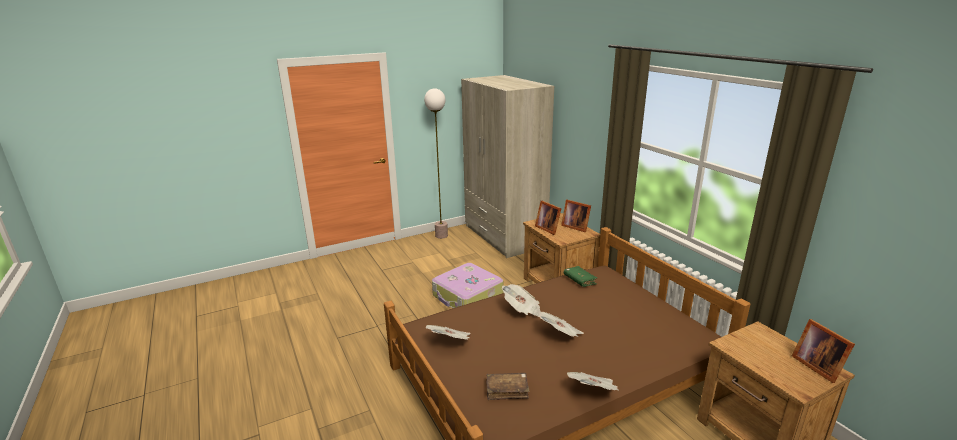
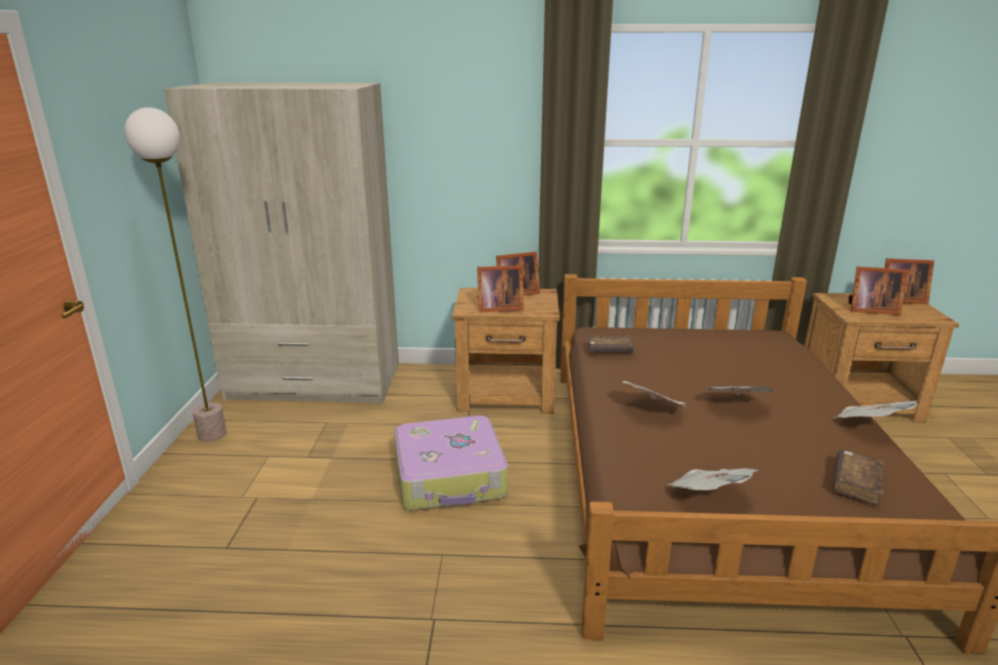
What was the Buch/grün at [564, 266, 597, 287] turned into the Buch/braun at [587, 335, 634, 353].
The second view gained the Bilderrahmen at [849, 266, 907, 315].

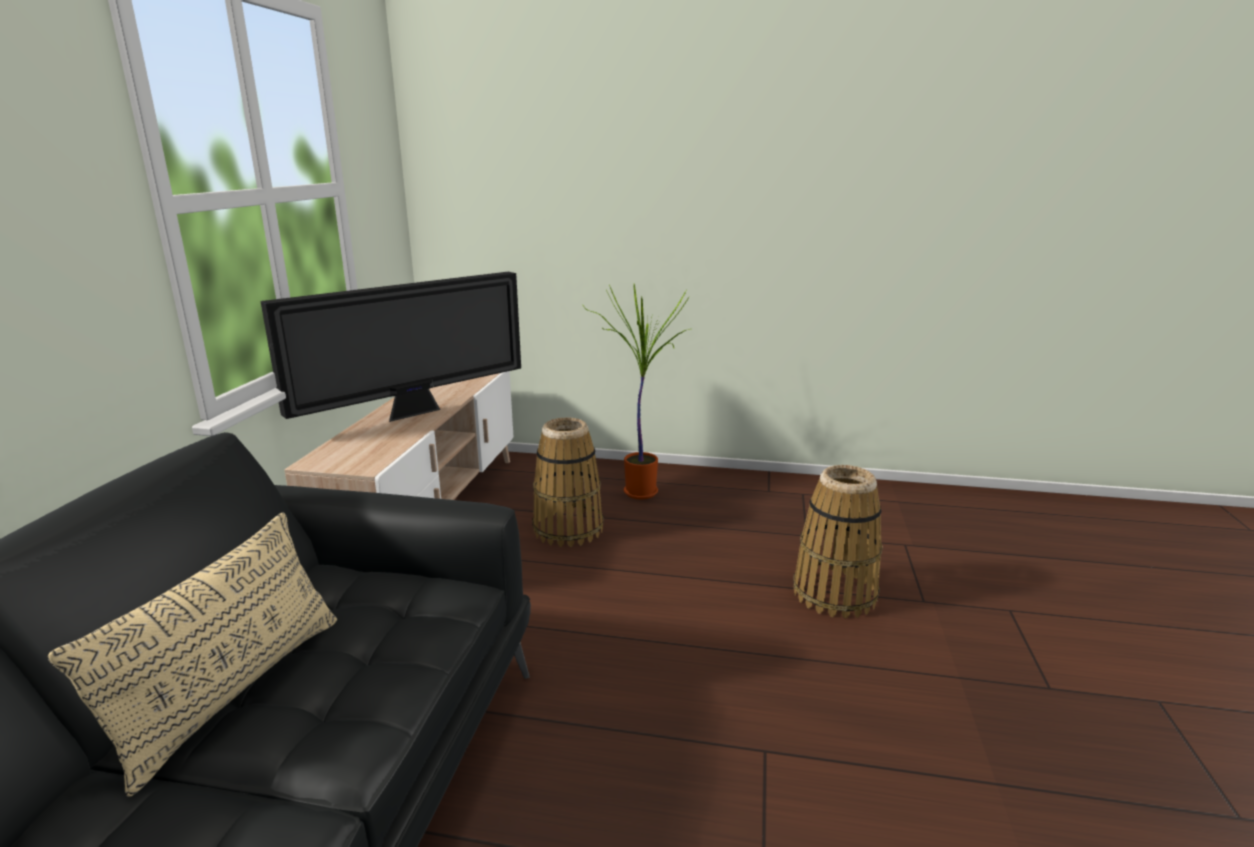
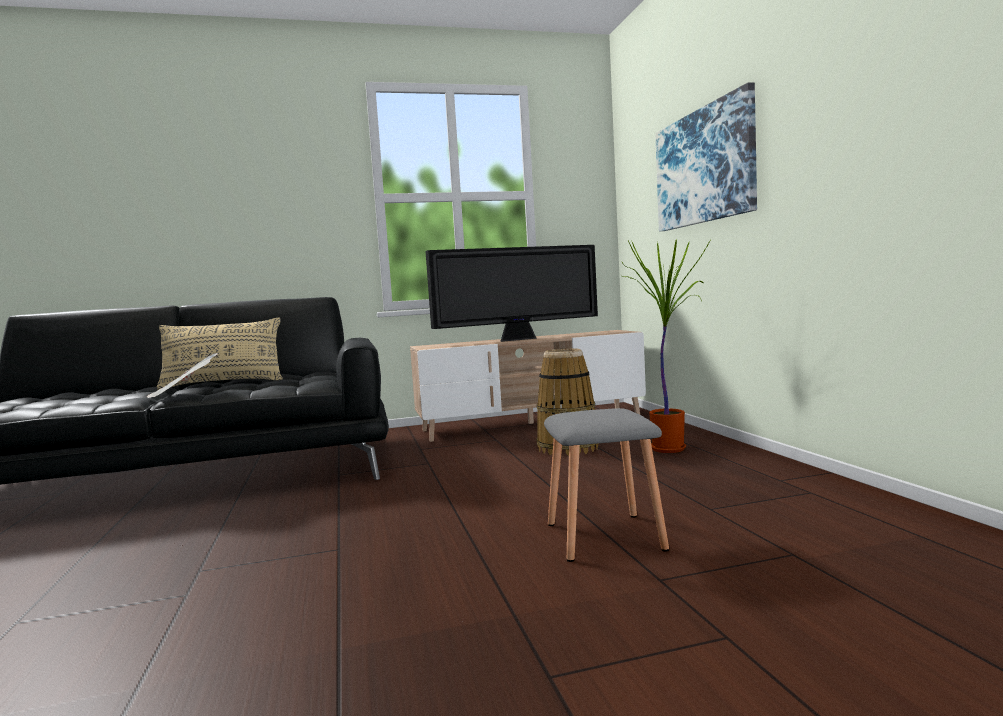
The second view gained the Zeitung at [147, 353, 218, 398].
The Fernseher at [260, 272, 521, 422] ended up facing another way, 45 degrees counterclockwise from before.
Where the Korb stood at [793, 465, 883, 619], the Hocker/grau came to stand at [544, 408, 669, 562].
The second view gained the Bild at [655, 82, 757, 231].

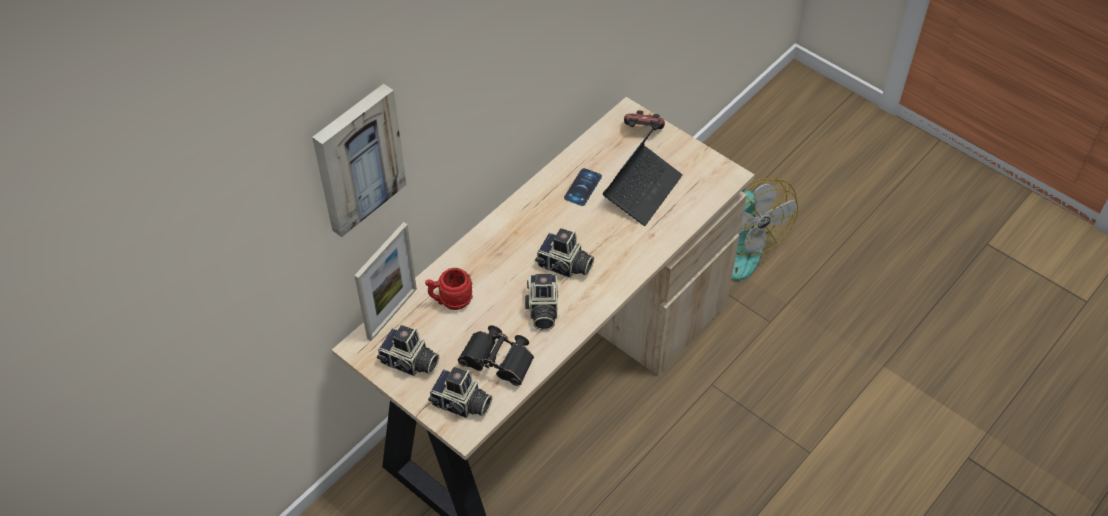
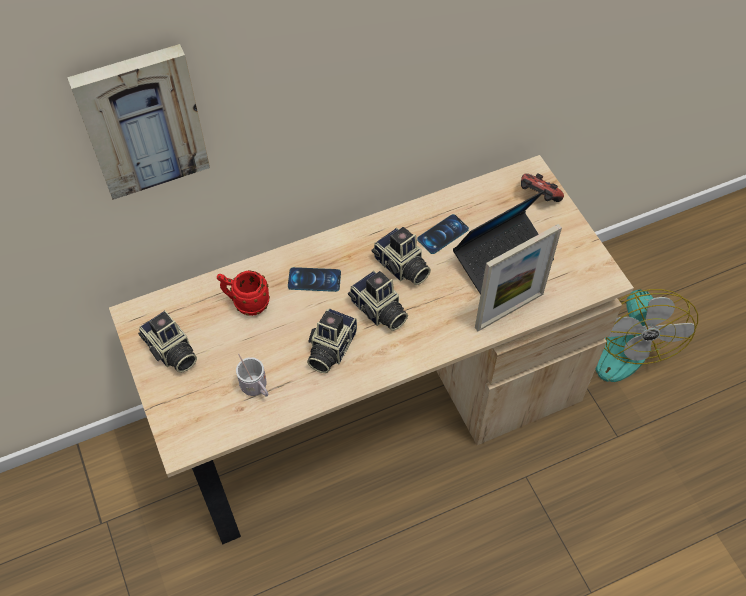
Where the Fernglas/schwarz stood at [458, 325, 534, 386], the Henkelbecher/weiß came to stand at [236, 354, 268, 397].
The second view gained the Handy at [288, 267, 341, 292].
The Kamera ended up elsewhere, having gone from [428, 367, 492, 418] to [371, 227, 431, 285].
The Bilderrahmen ended up elsewhere, having gone from [354, 222, 417, 341] to [475, 224, 562, 331].

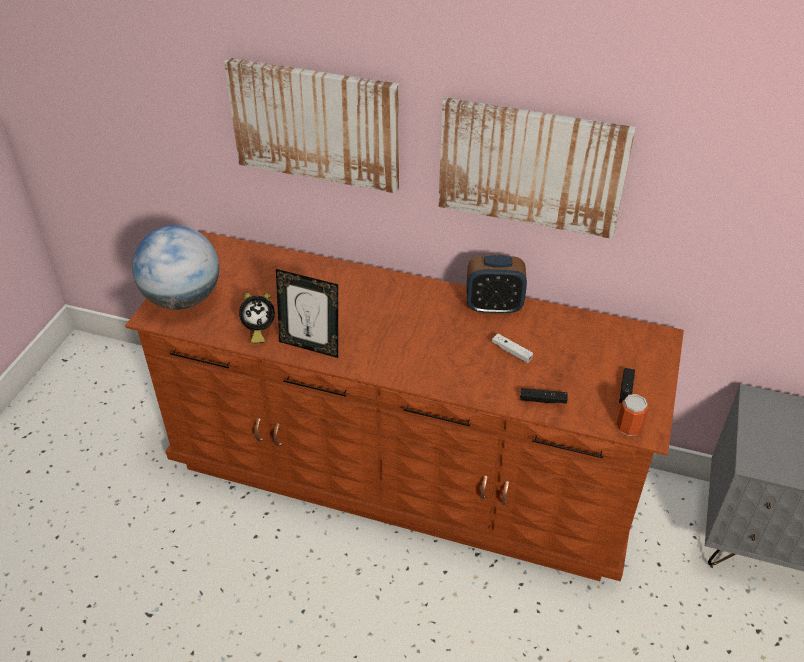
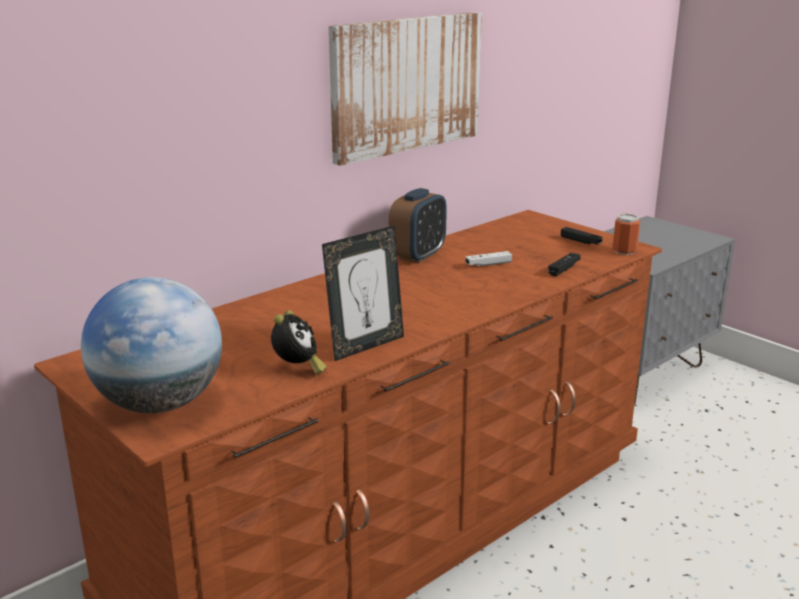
The second view lost the Bild at [224, 58, 399, 193].

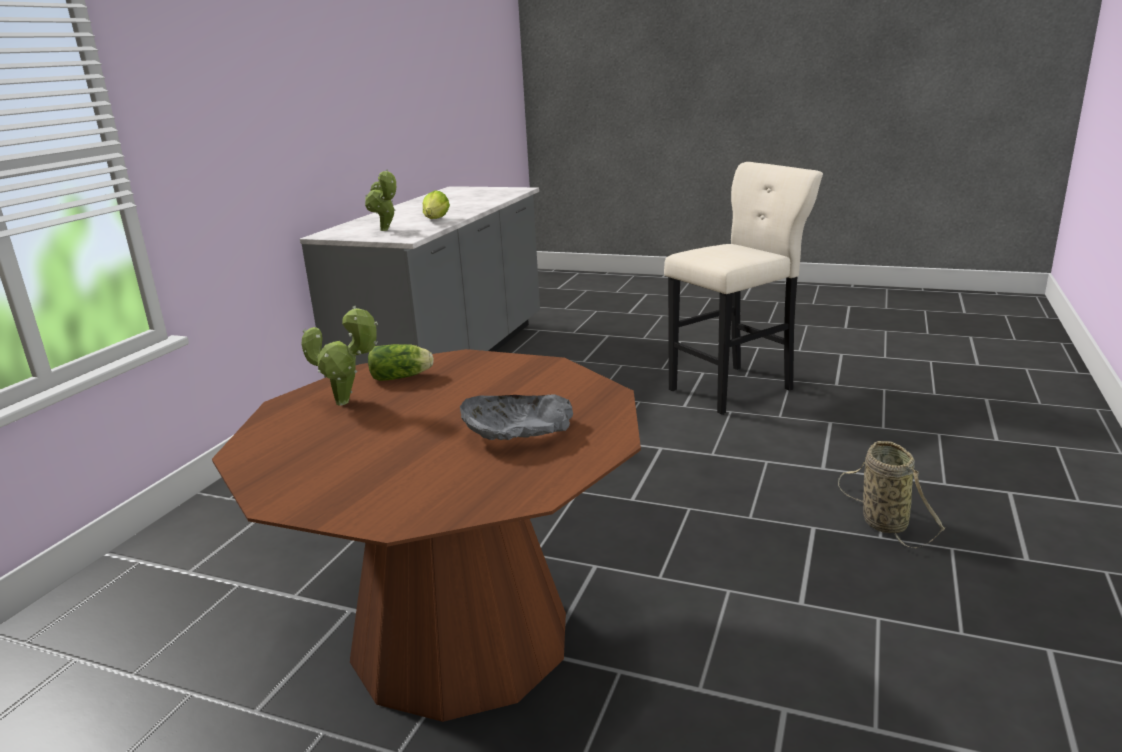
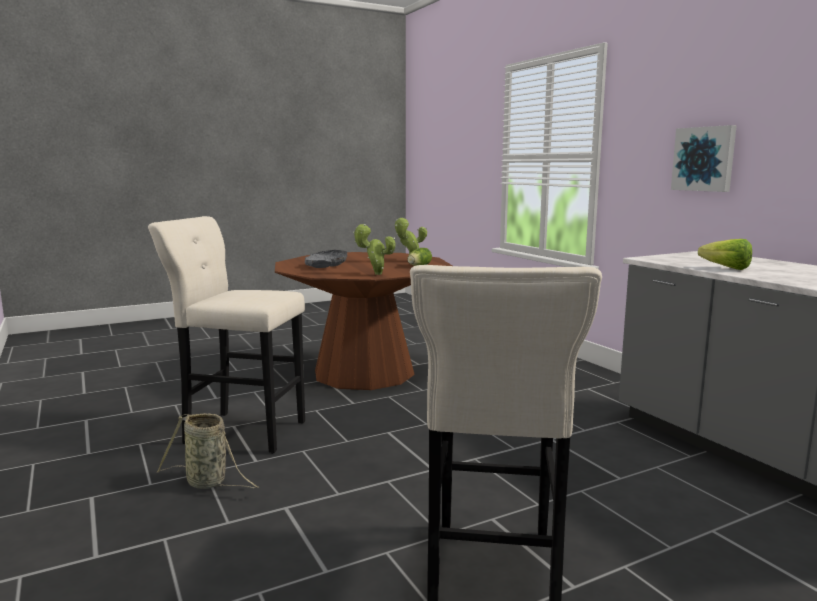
The second view gained the Hocker/beige at [148, 216, 305, 454].
The Topfpflanze ended up elsewhere, having gone from [365, 170, 396, 231] to [353, 224, 396, 275].
The second view gained the Bild at [671, 125, 737, 192].

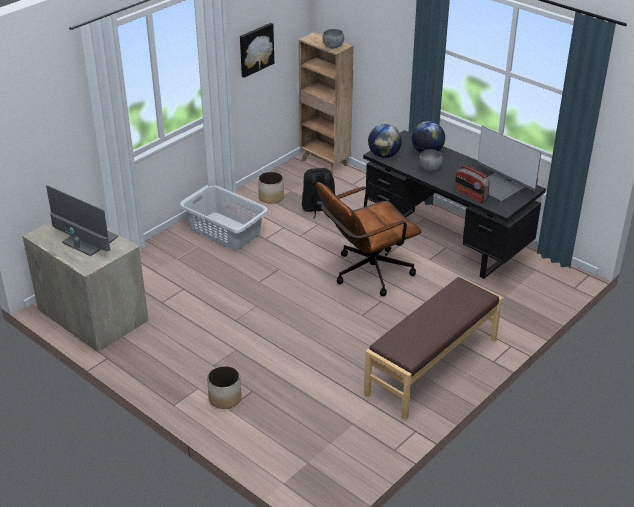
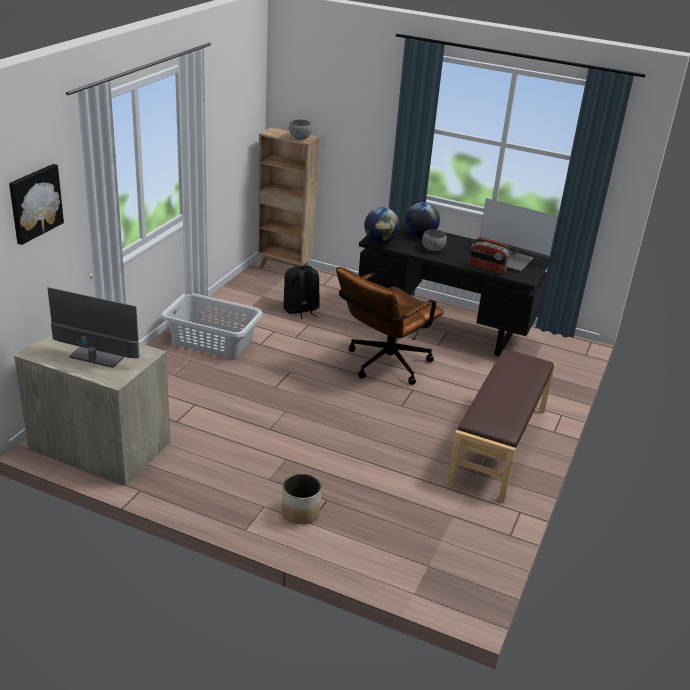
The Bild ended up elsewhere, having gone from [240, 23, 274, 78] to [9, 164, 64, 245].
The second view lost the Pflanzkübel at [258, 172, 284, 204].

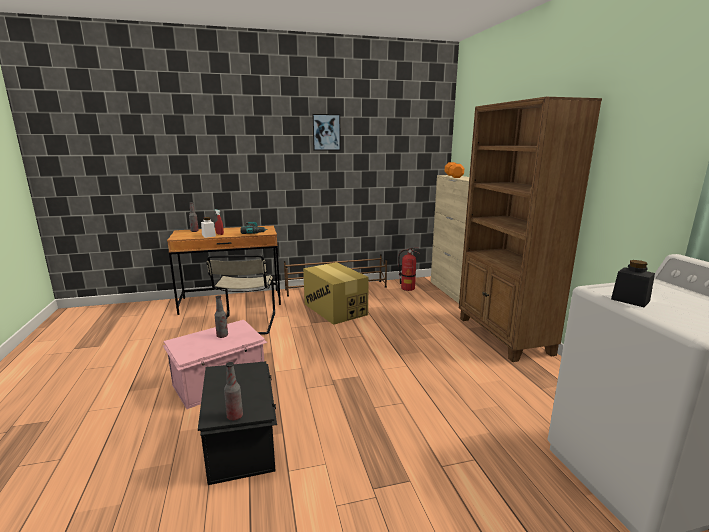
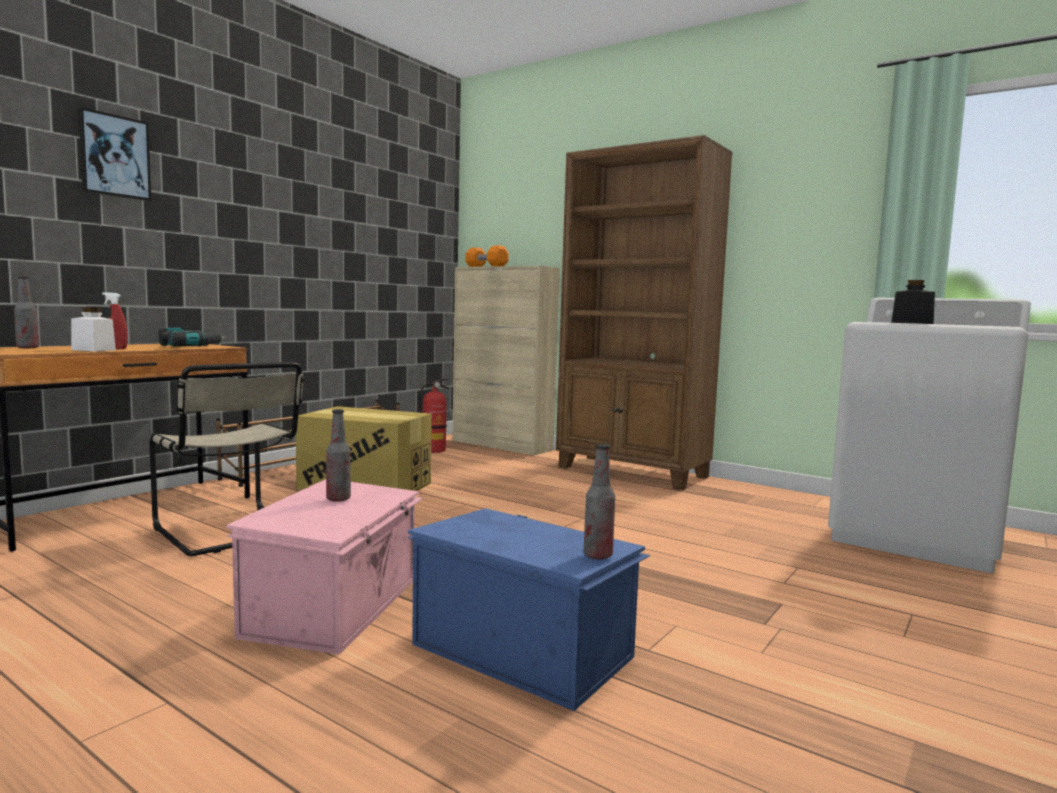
The Bild ended up elsewhere, having gone from [312, 114, 341, 151] to [78, 107, 151, 201].
What was the Aufbewahrungsbox/schwarz at [198, 361, 277, 485] turned into the Aufbewahrungsbox/blau at [408, 508, 650, 711].

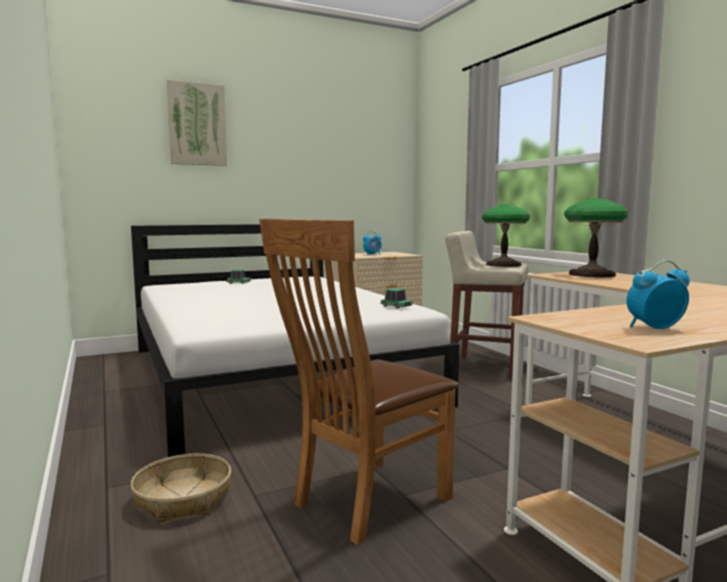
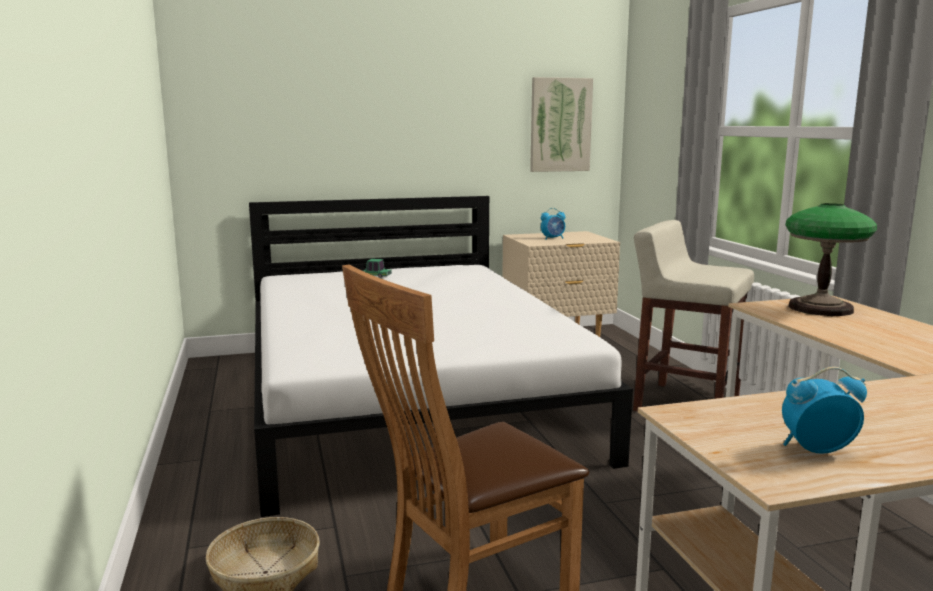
The Bild ended up elsewhere, having gone from [167, 80, 227, 166] to [530, 77, 593, 172].
The second view lost the Spielzeugauto at [381, 288, 412, 308].
The second view lost the Tischlampe at [482, 204, 530, 267].

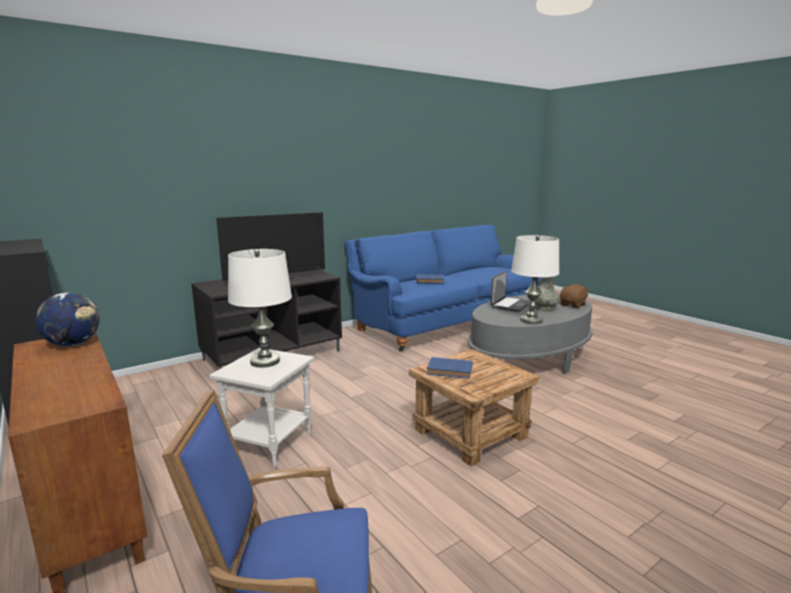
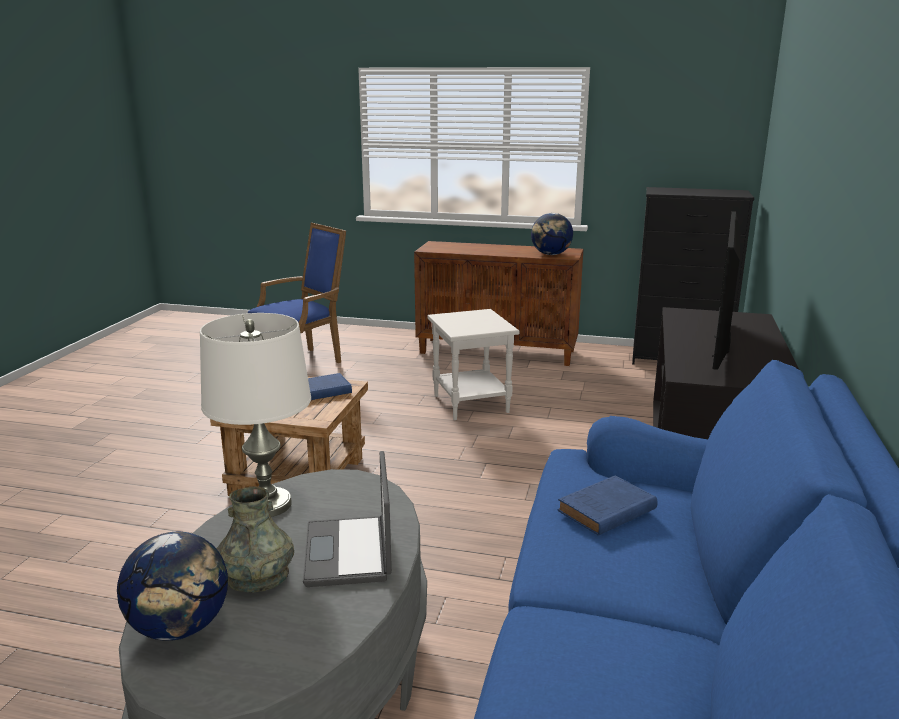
Where the Plüschtier/braun stood at [560, 284, 590, 308], the Globus came to stand at [117, 532, 228, 641].
The second view lost the Tischlampe/weiß at [228, 249, 292, 368].

